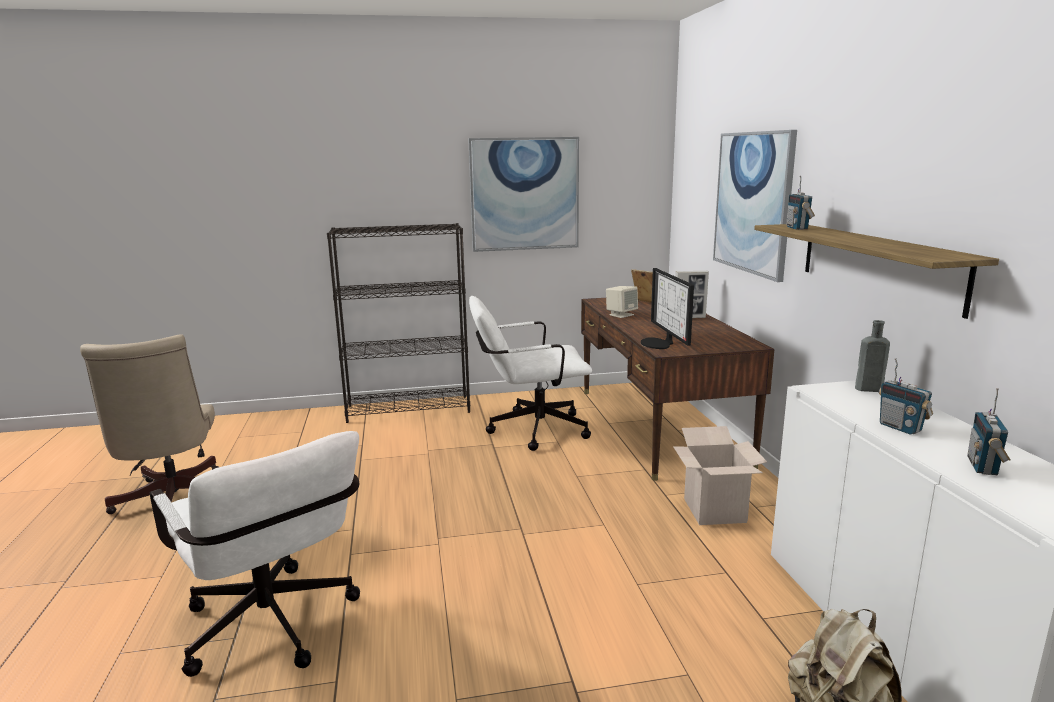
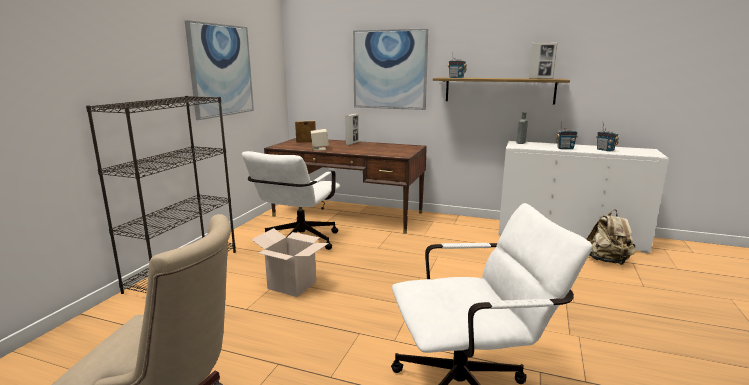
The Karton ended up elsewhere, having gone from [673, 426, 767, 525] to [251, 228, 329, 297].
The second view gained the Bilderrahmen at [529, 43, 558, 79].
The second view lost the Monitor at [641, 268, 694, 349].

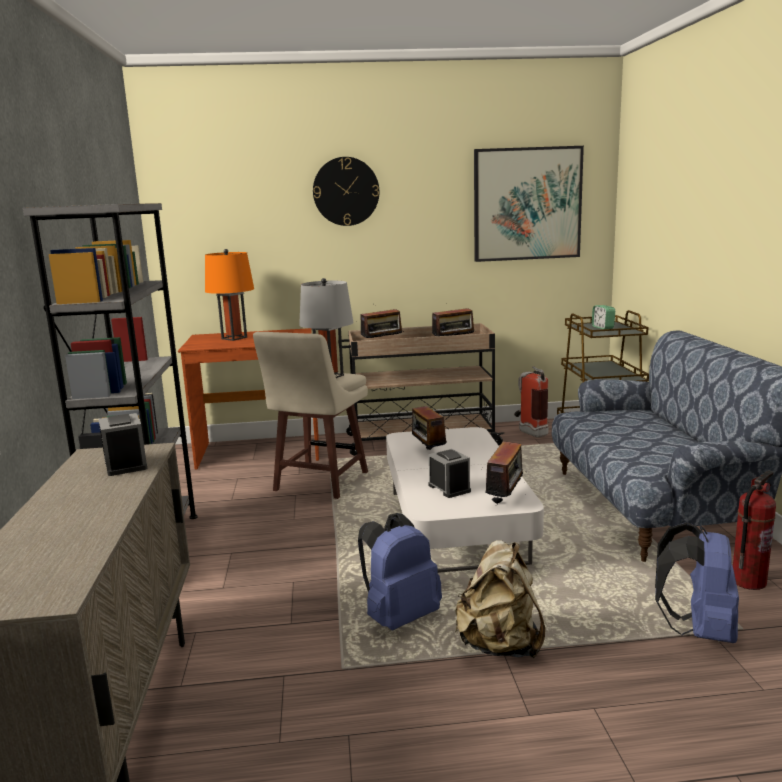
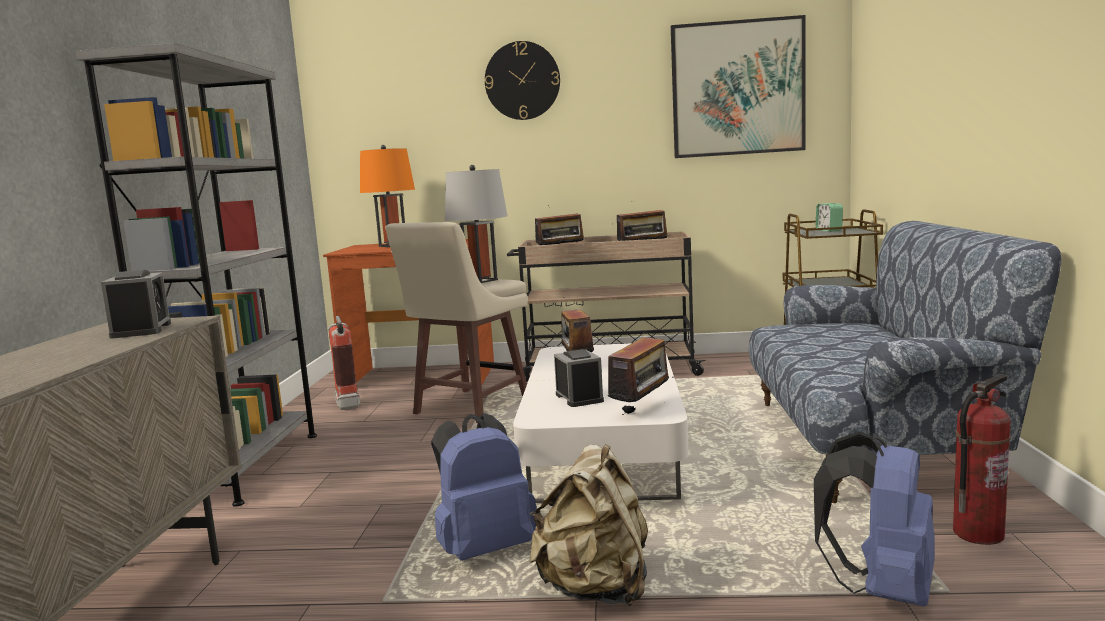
The Feuerlöscher ended up elsewhere, having gone from [514, 366, 549, 438] to [328, 315, 360, 410].

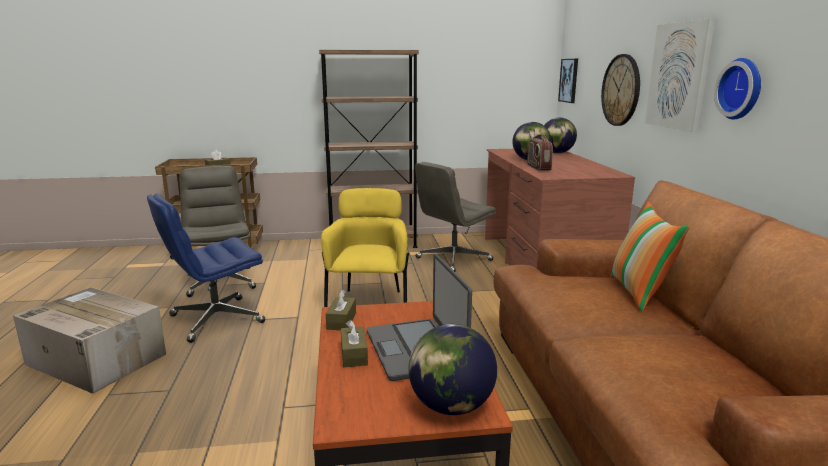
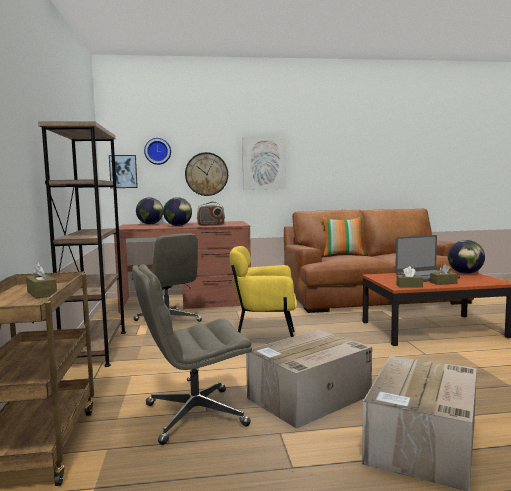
The Wanduhr ended up elsewhere, having gone from [714, 58, 761, 120] to [144, 138, 171, 165].
Where the Bürostuhl/blau stood at [147, 194, 265, 343], the Karton came to stand at [246, 329, 372, 429].

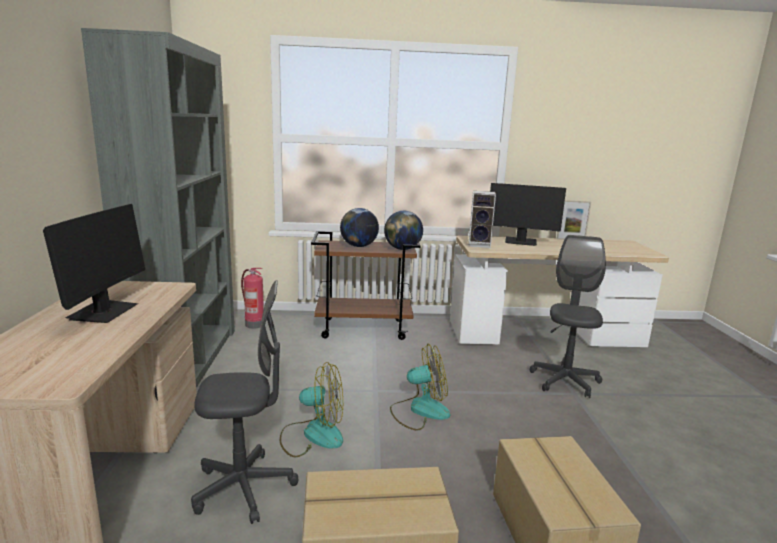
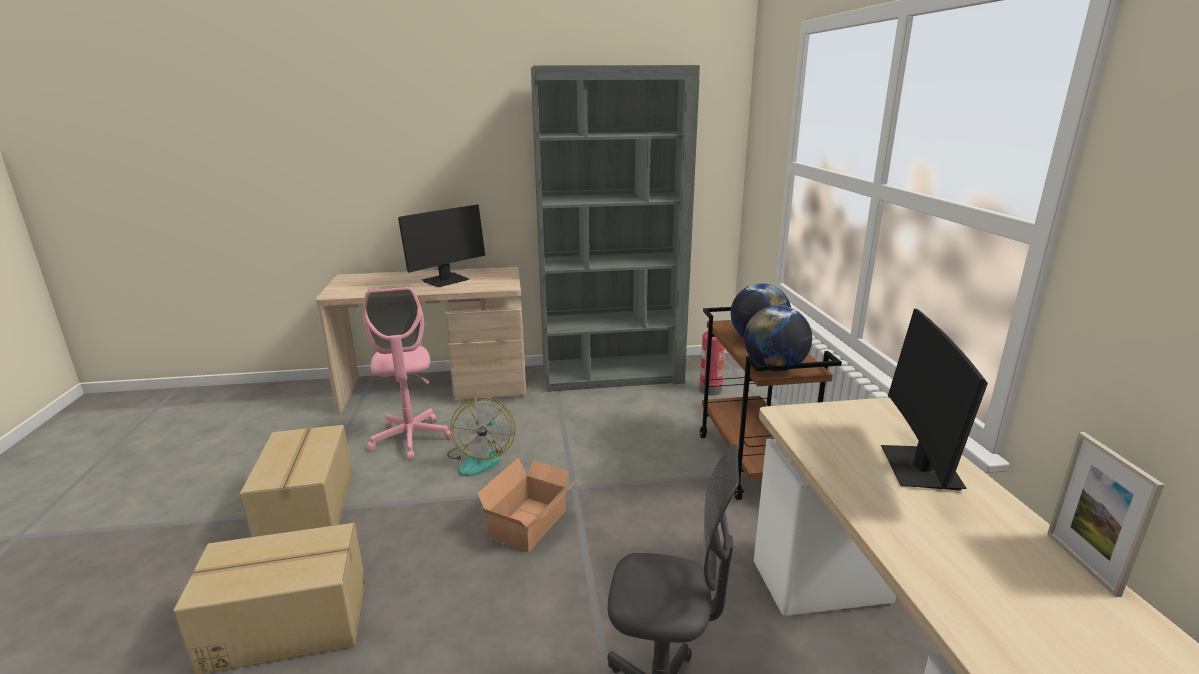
What was the Bürostuhl/grau at [191, 280, 298, 524] turned into the Bürostuhl/rosa at [363, 287, 453, 460].
The Monitor at [43, 204, 145, 323] ended up facing another way, 45 degrees counterclockwise from before.
Where the Ventilator stood at [390, 343, 450, 430], the Karton came to stand at [477, 457, 579, 552].
The second view lost the Lautsprecher at [469, 191, 496, 248].

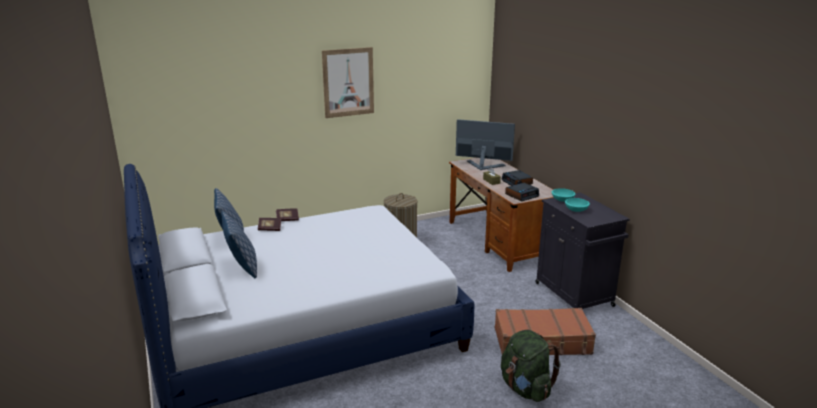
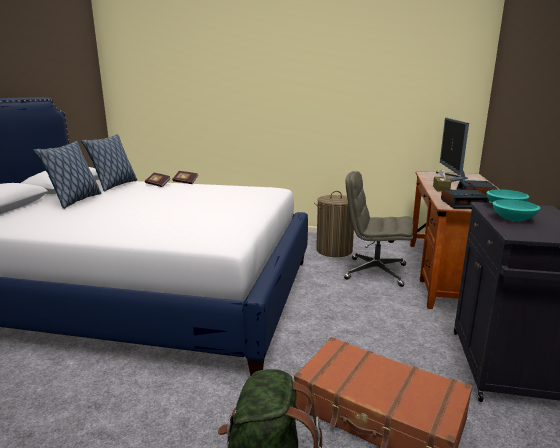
The second view gained the Bürostuhl/grau at [344, 171, 413, 287].
The Monitor at [456, 119, 515, 170] ended up facing another way, 135 degrees counterclockwise from before.
The second view lost the Bild at [322, 47, 374, 118].

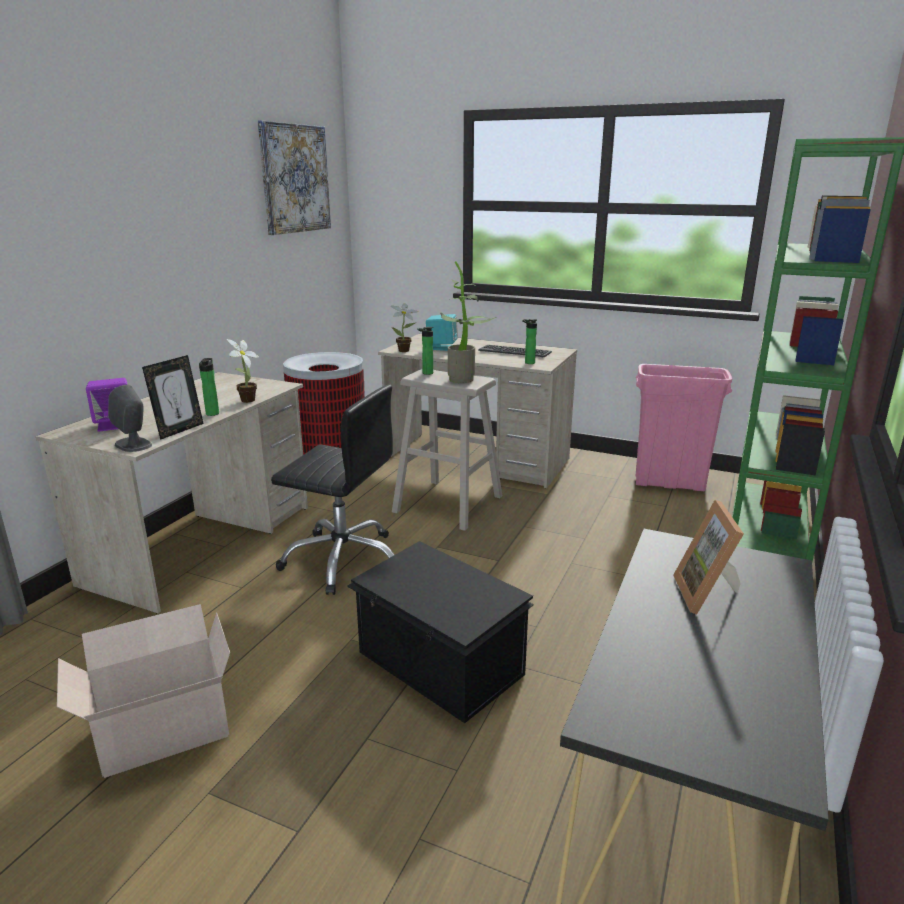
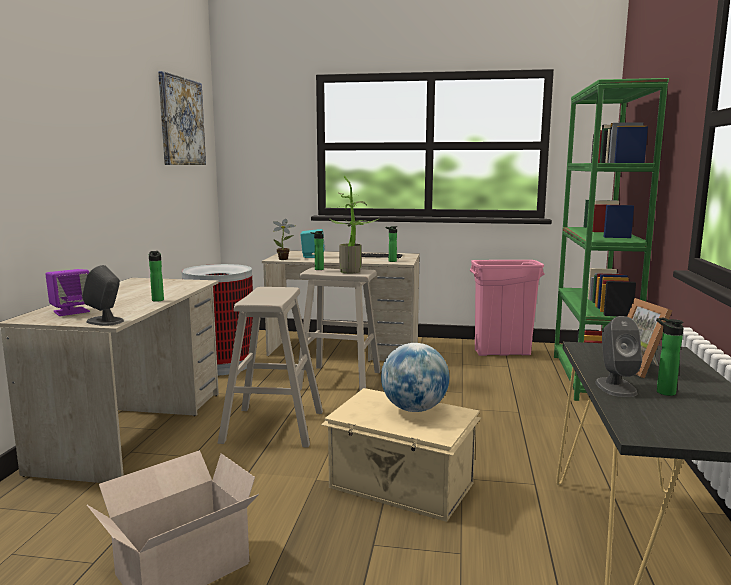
Where the Bürostuhl/schwarz stood at [271, 385, 394, 595], the Hocker/beige came to stand at [218, 287, 323, 448].
What was the Aufbewahrungsbox/schwarz at [347, 541, 534, 723] turned into the Aufbewahrungsbox/beige at [321, 388, 481, 522].
The second view gained the Globus at [381, 343, 449, 412].
The second view gained the Lautsprecher/grau at [595, 316, 642, 397].
The second view gained the Flasche at [656, 318, 684, 396].
The second view lost the Bilderrahmen at [142, 355, 204, 440].
The second view lost the Topfpflanze at [227, 339, 259, 403].

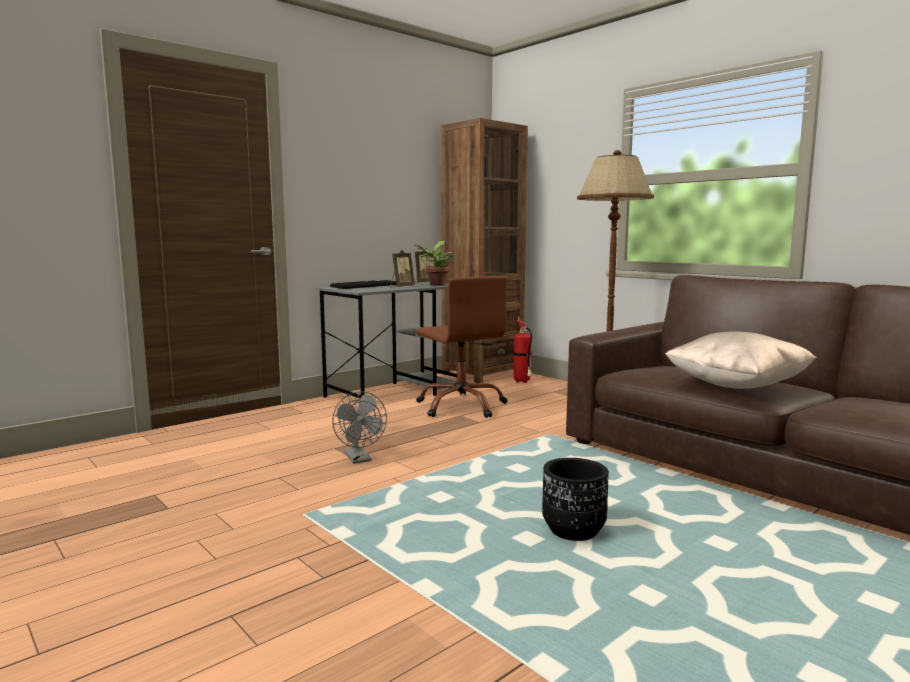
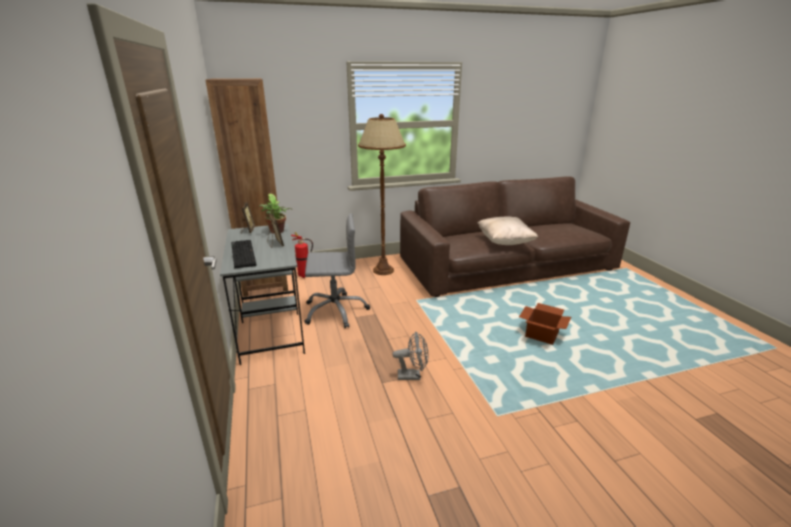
What was the Bürostuhl/braun at [416, 276, 508, 418] turned into the Bürostuhl/grau at [304, 213, 370, 328].
Where the Pflanzkübel/schwarz stood at [542, 458, 609, 541], the Karton came to stand at [519, 303, 571, 345].

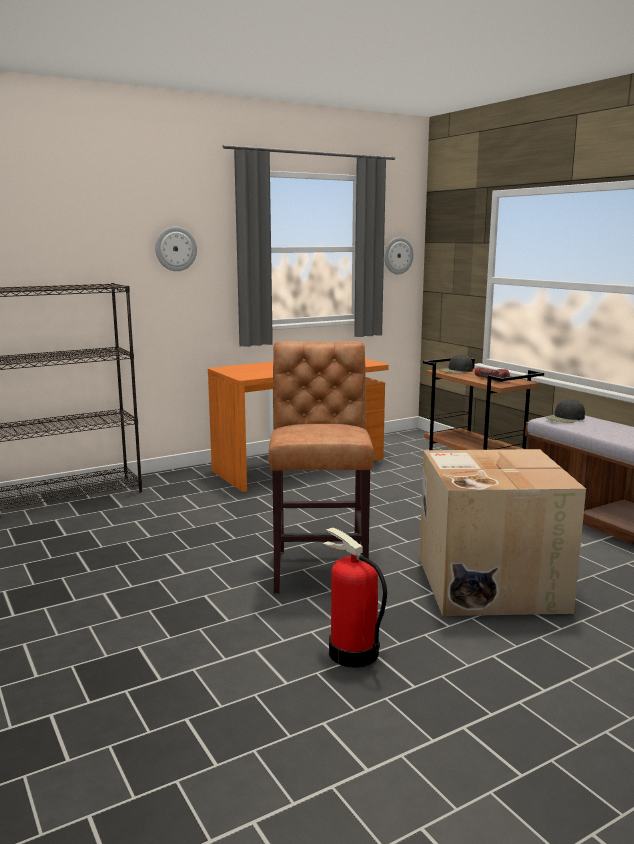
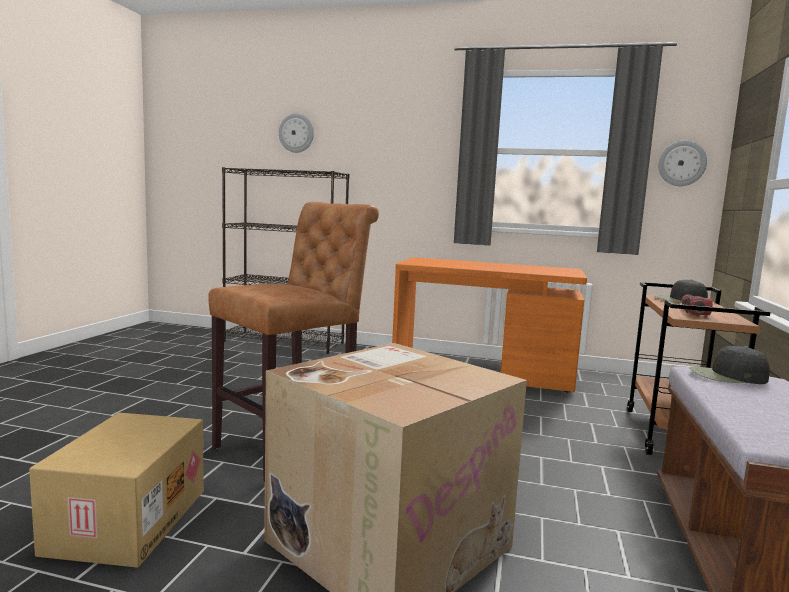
Where the Feuerlöscher stood at [323, 527, 387, 668], the Karton came to stand at [29, 412, 204, 568].
The Wanduhr ended up elsewhere, having gone from [155, 226, 197, 271] to [279, 113, 314, 153].

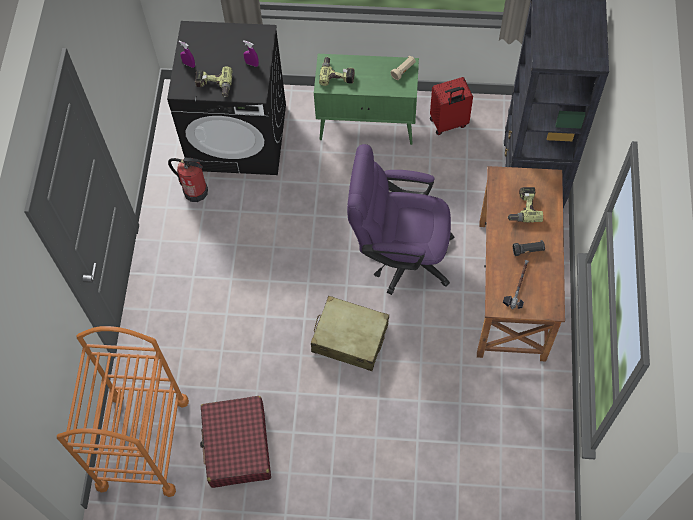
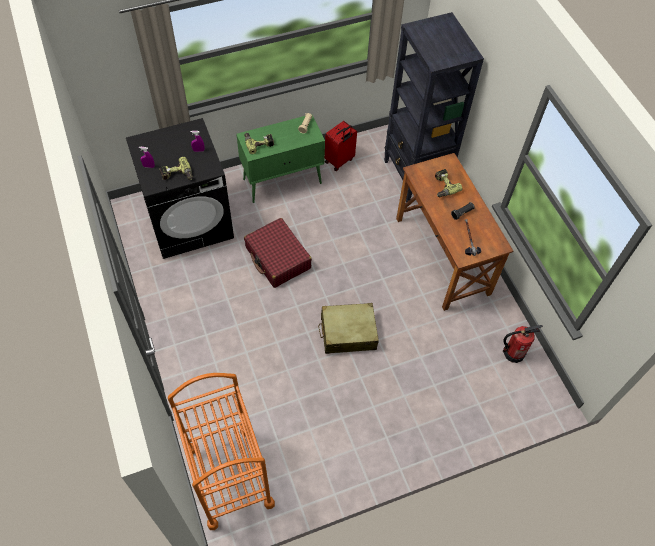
The Koffer/rot ended up elsewhere, having gone from [200, 396, 271, 488] to [244, 218, 312, 288].
The Feuerlöscher ended up elsewhere, having gone from [168, 158, 208, 202] to [503, 325, 543, 363].
The second view lost the Bürostuhl/lila at [347, 144, 455, 295].

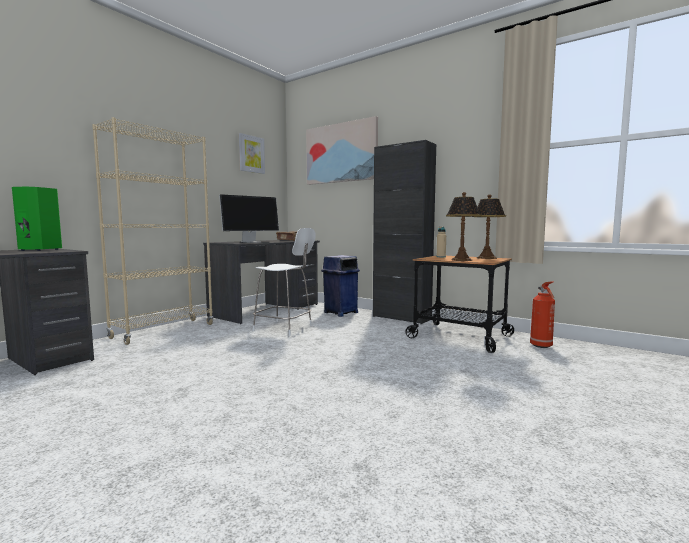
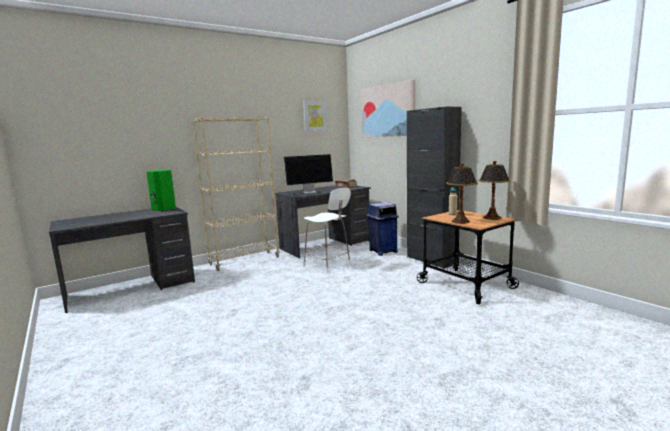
The second view lost the Feuerlöscher at [530, 282, 555, 348].

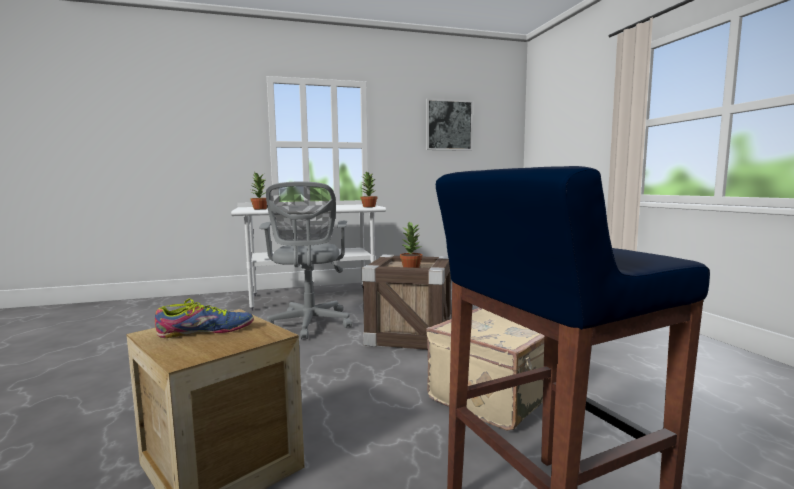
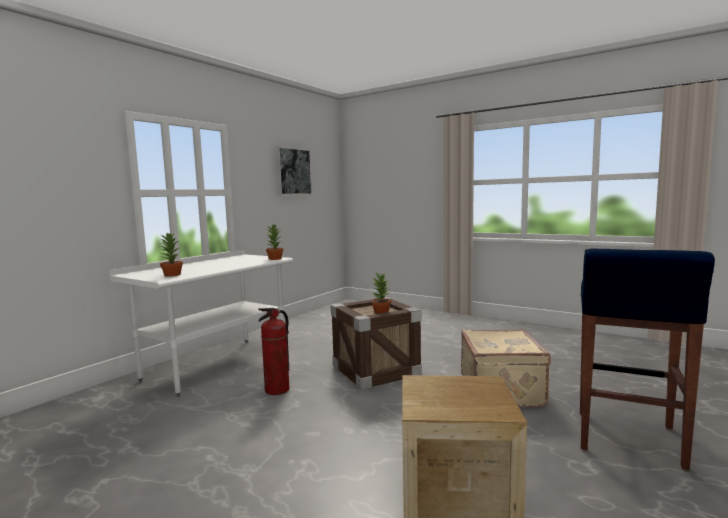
Where the Bürostuhl/grau stood at [259, 181, 352, 339], the Feuerlöscher came to stand at [258, 308, 289, 395].
The second view lost the Schuh at [155, 298, 254, 338].

